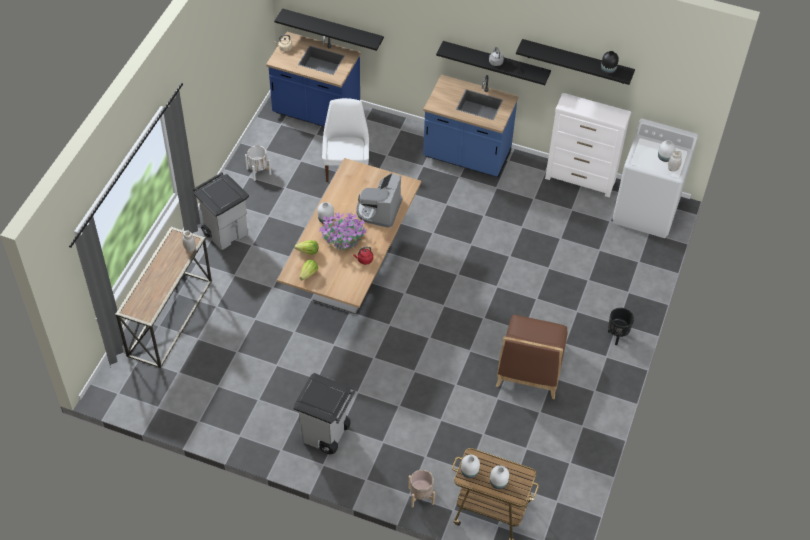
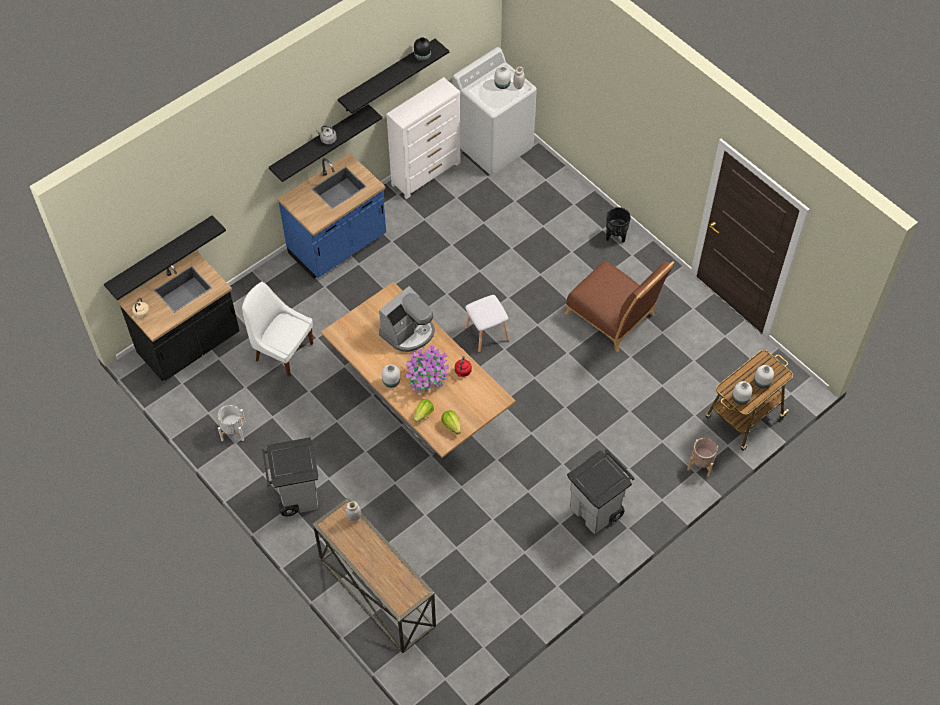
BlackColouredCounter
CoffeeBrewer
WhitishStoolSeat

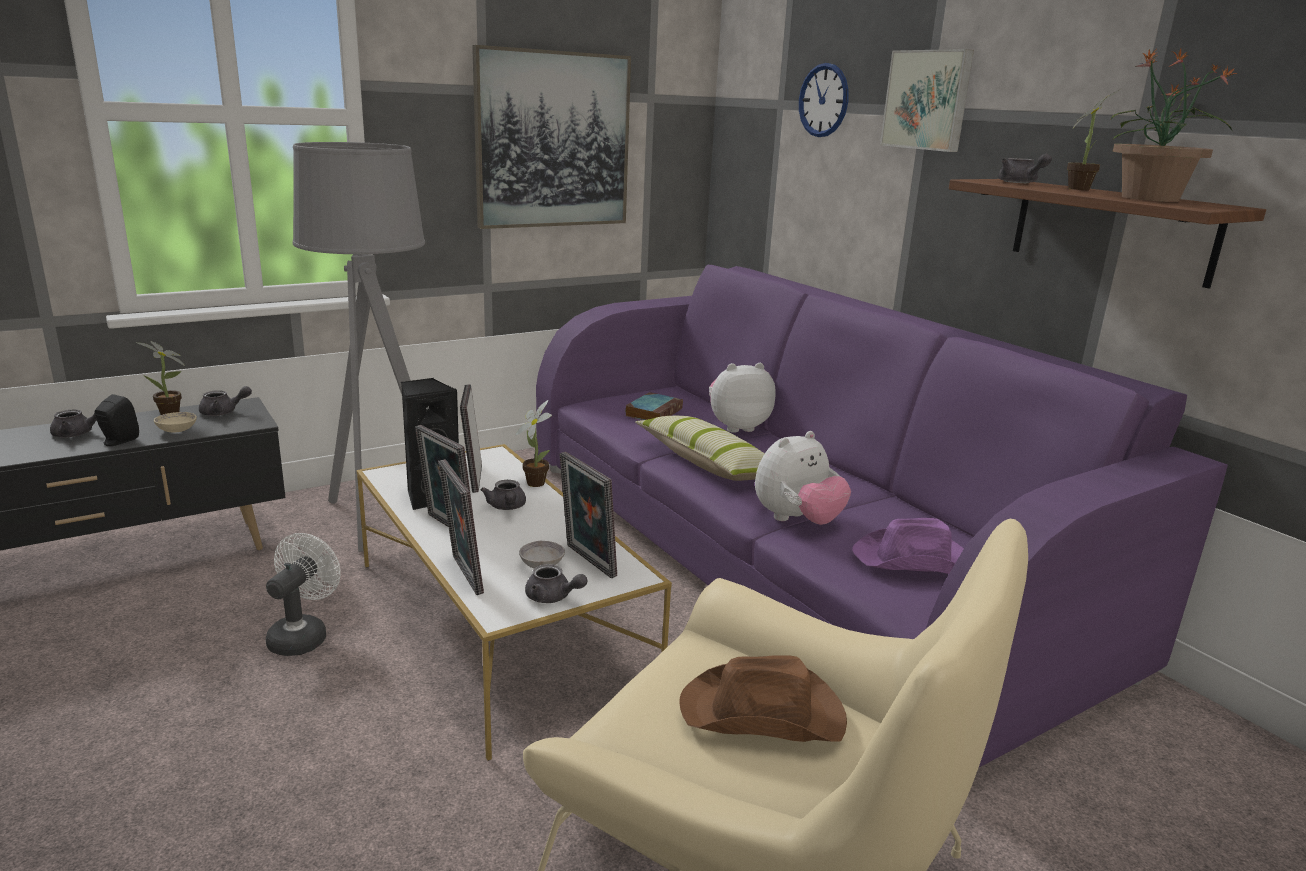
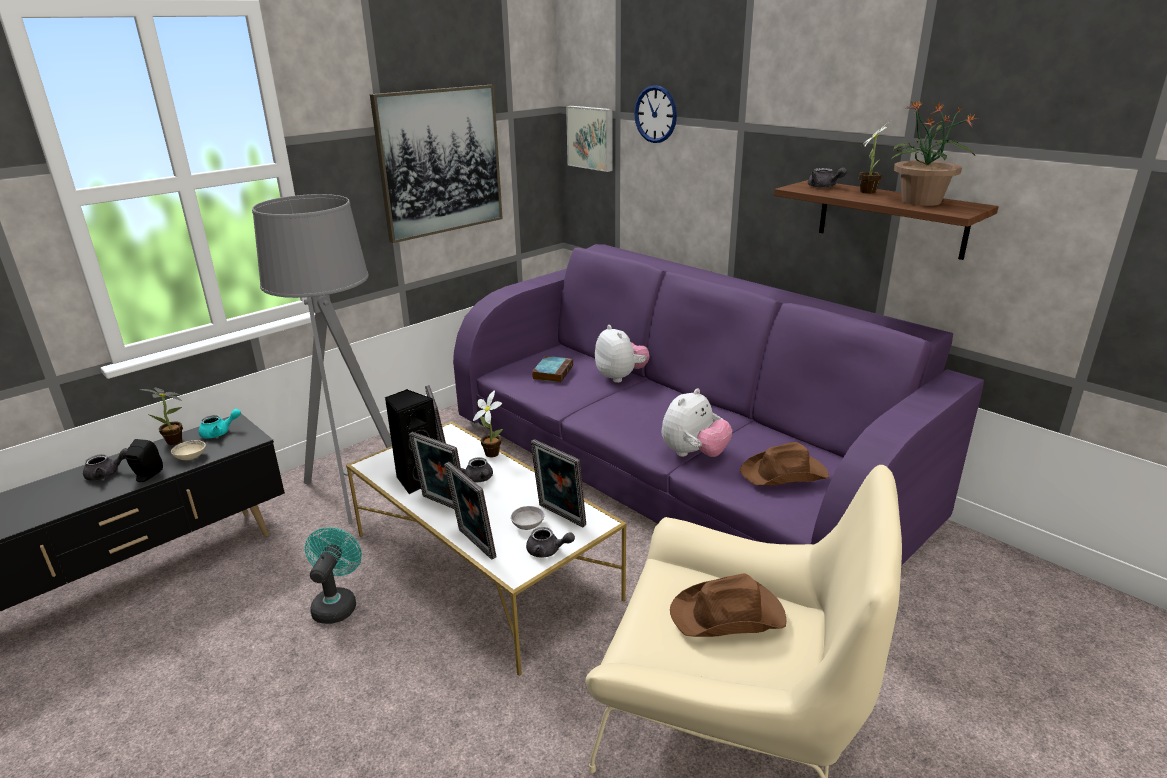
WallPicture (no. 2 from left)
PlushToy (no. 1 from left)
TurquoiseTeapot
ThrowPillow
BrownWearableHat (no. 2 from left)
TurquoiseCoolingFan

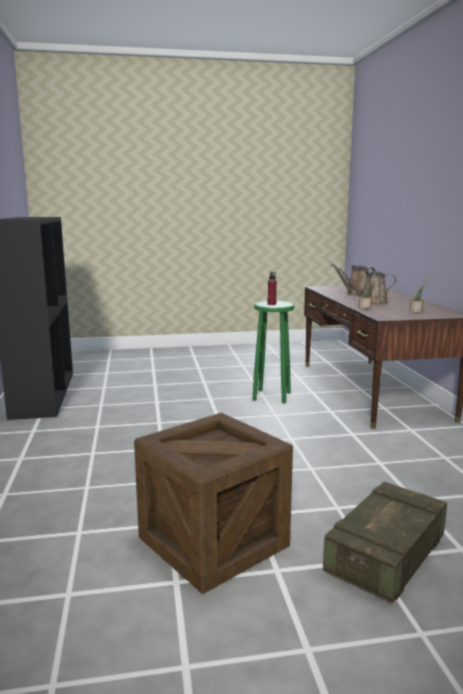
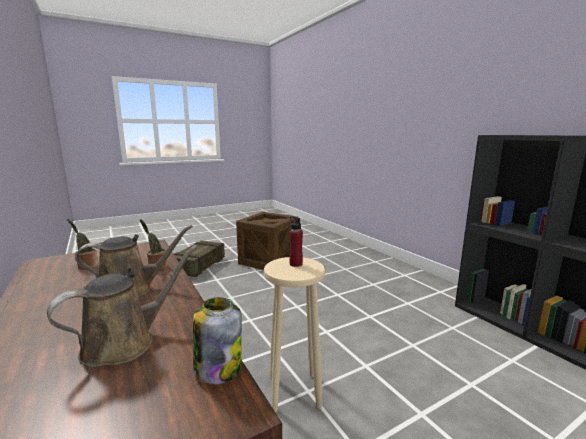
BeigeColouredStoolSeat
StorageJar

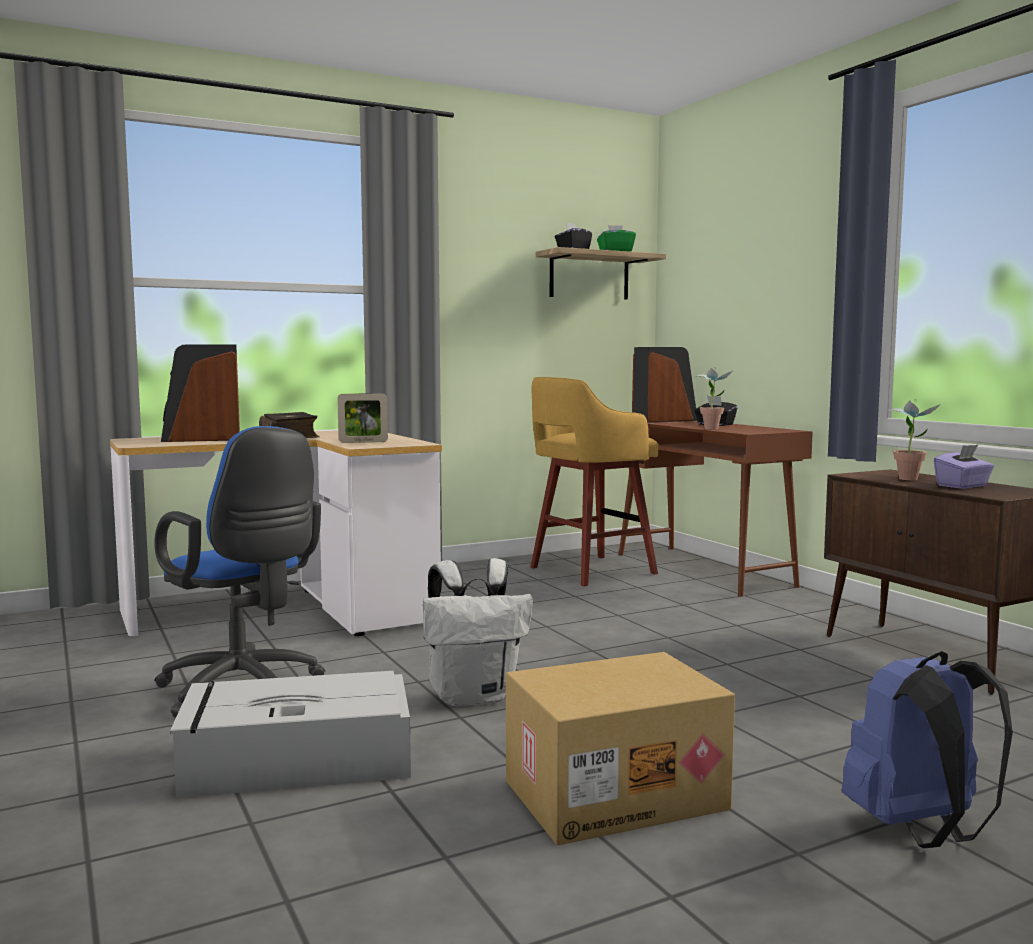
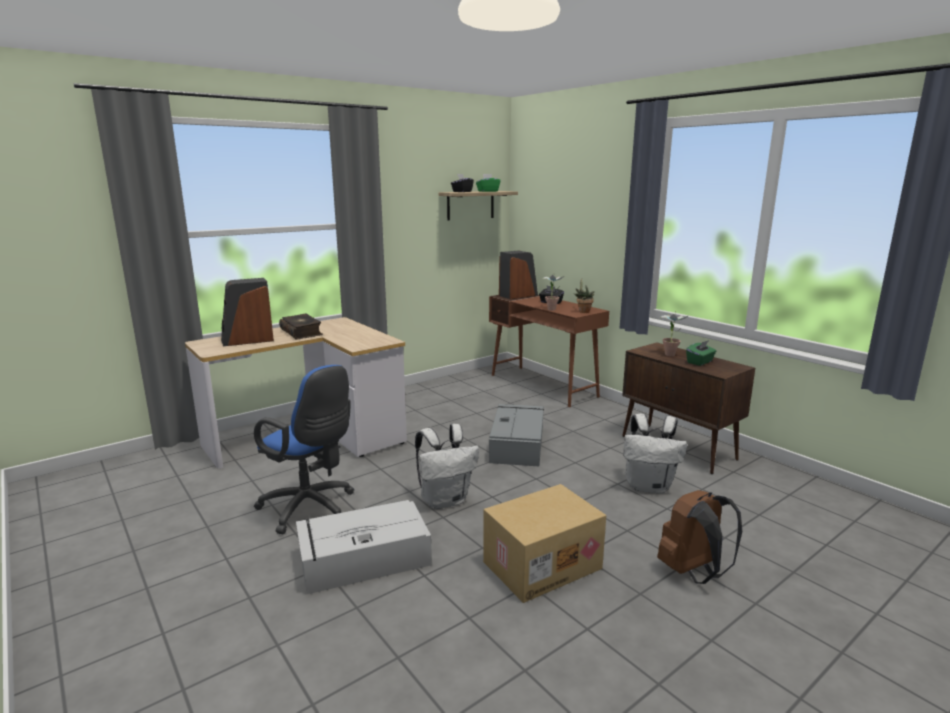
YellowColouredStoolSeat
PictureFrame
GreenColouredTissueBox (no. 2 from left)
BrownKnapsack
Houseplant (no. 2 from left)
GrayStorageContainer (no. 2 from left)
WhitishKnapsack (no. 2 from left)

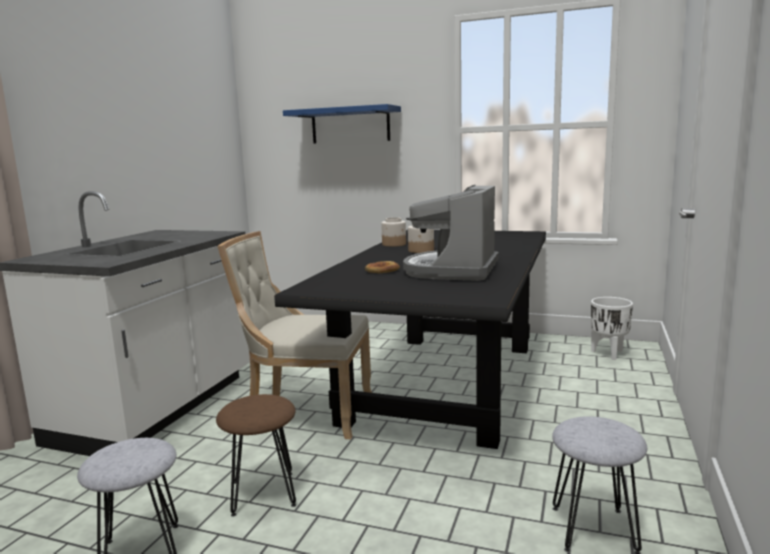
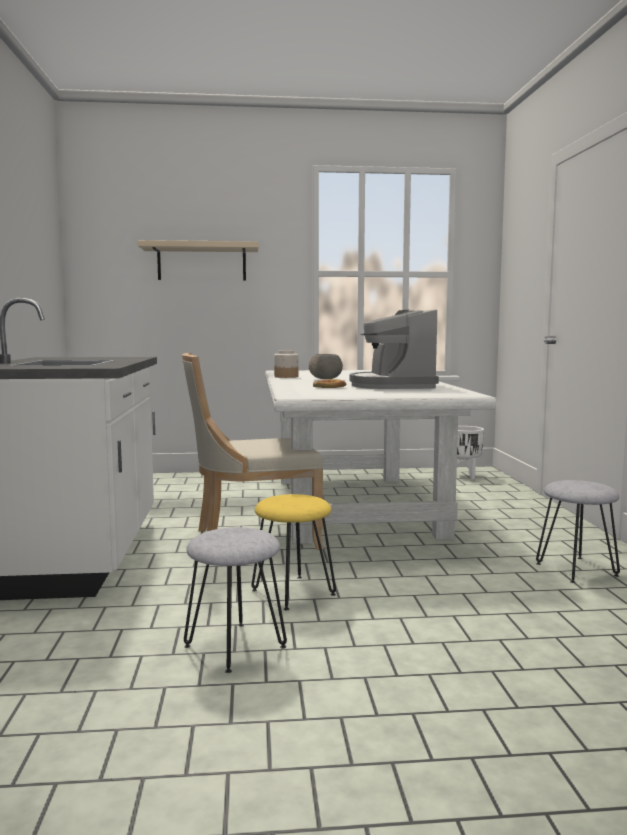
BeigeColouredWallShelf
GrayBowl
WhitishDiningTable
YellowColouredStoolSeat

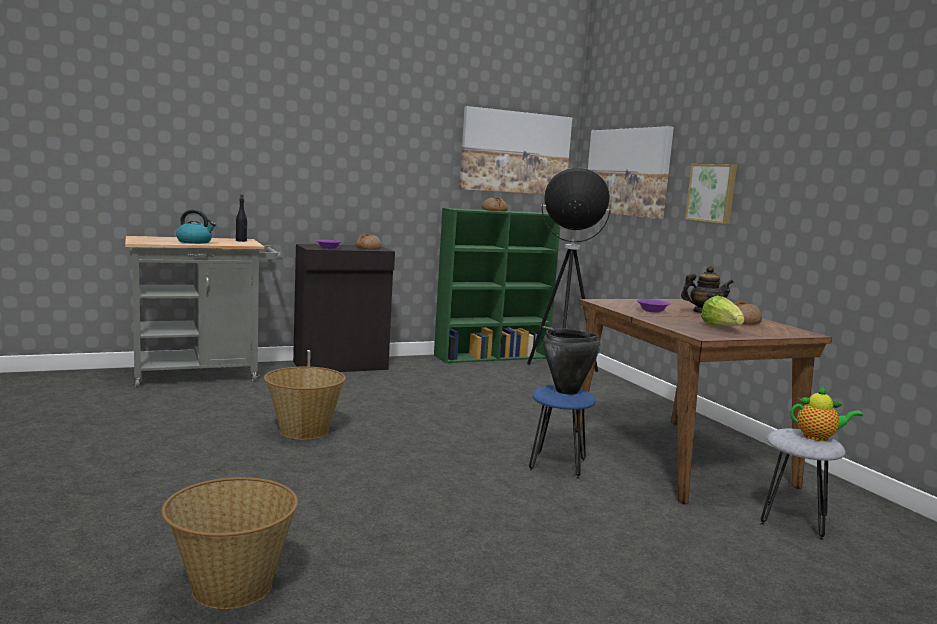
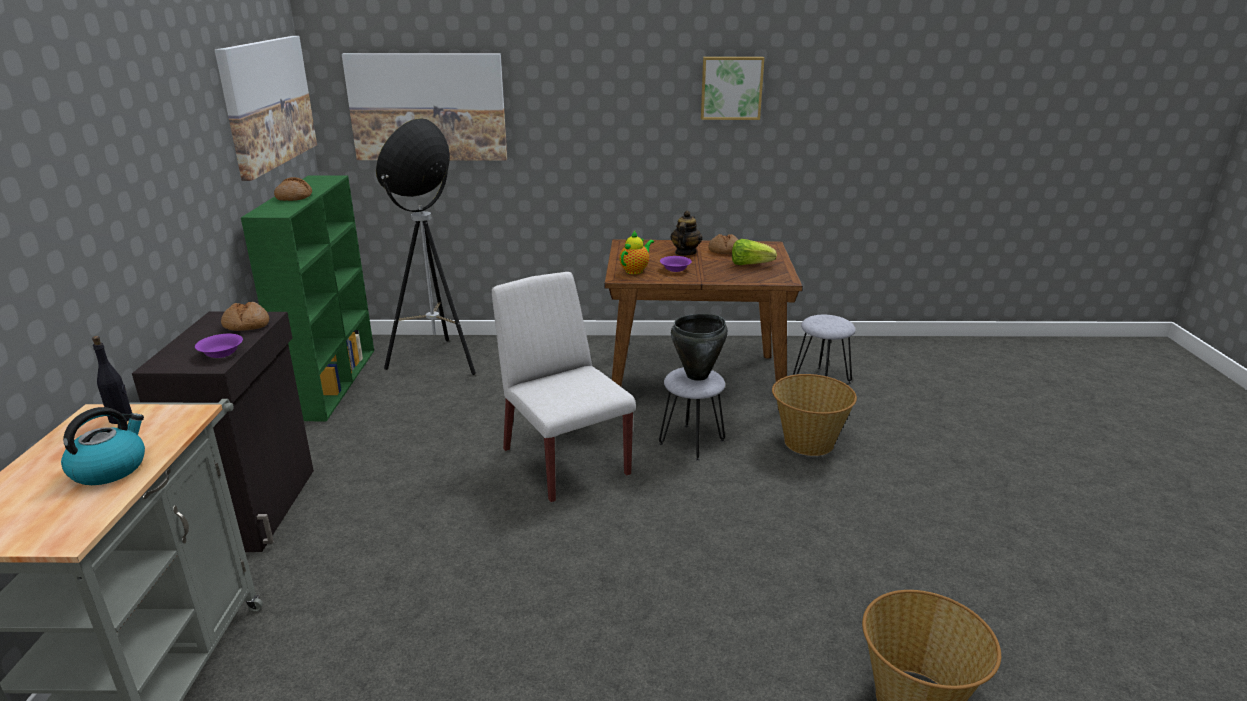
WallPicture (no. 3 from left)
Basket (no. 1 from left)
GrayStoolSeat (no. 1 from left)
Teapot (no. 1 from left)
WhitishPlainChair

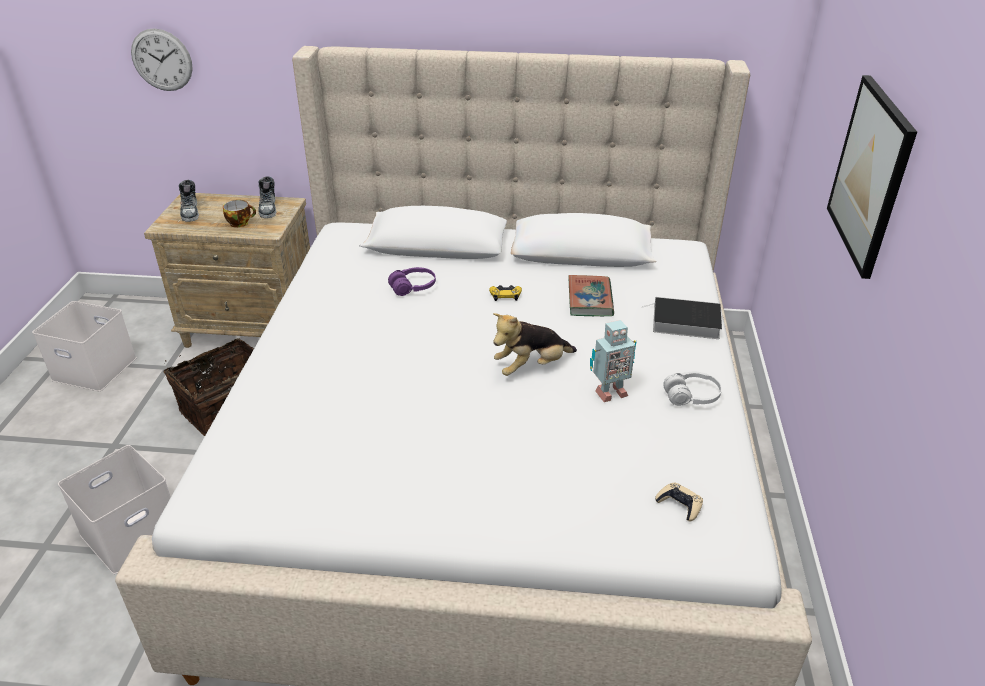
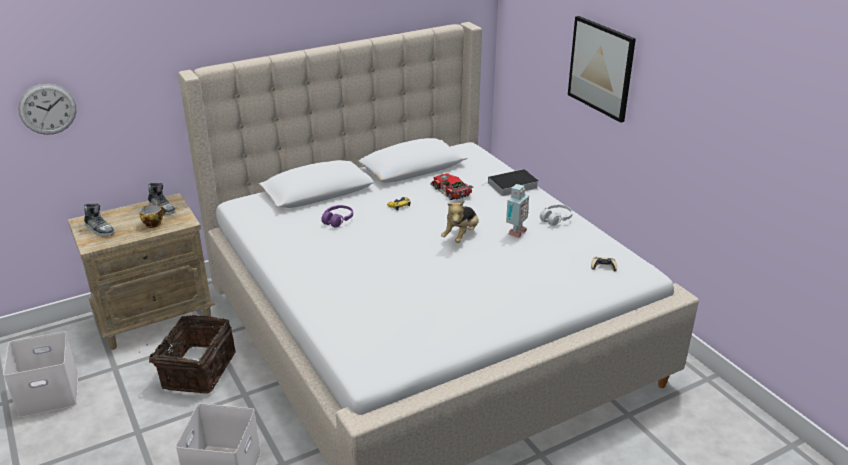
MiniatureCar

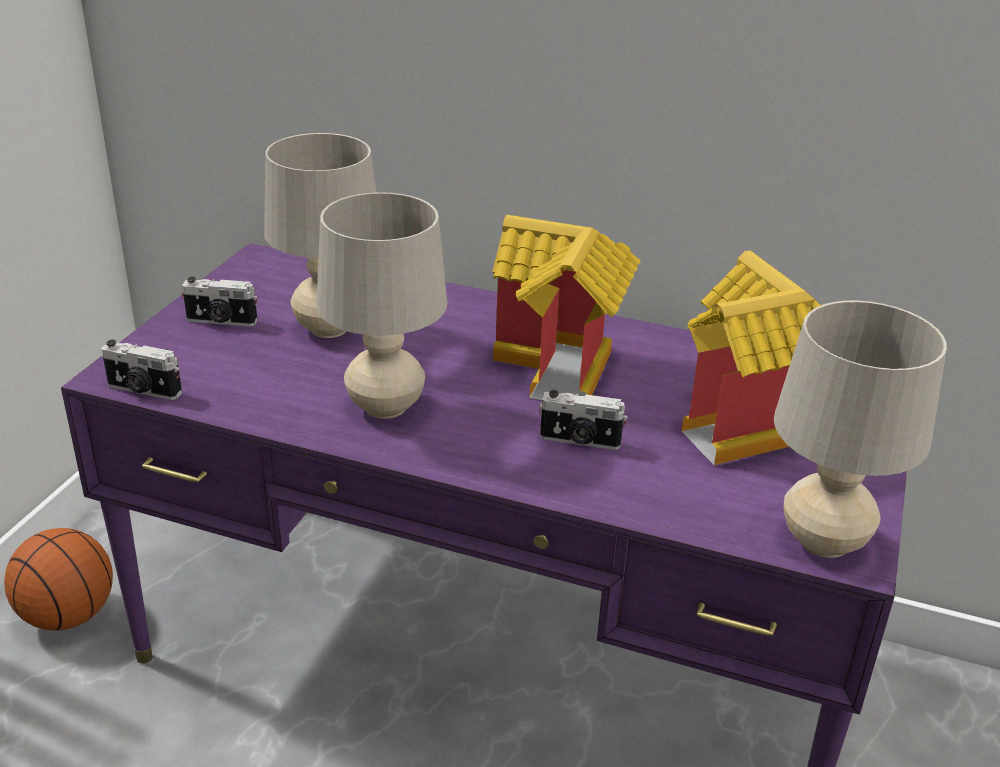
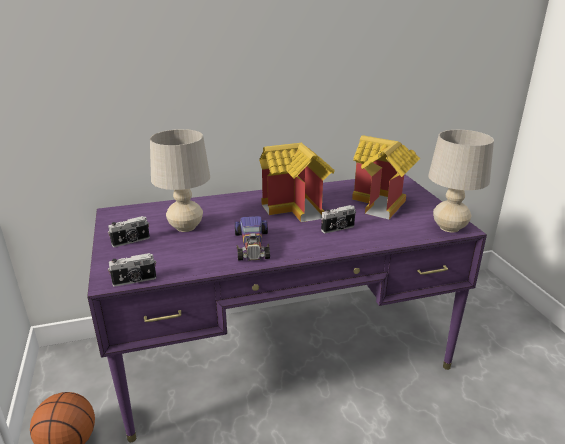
MiniatureCar

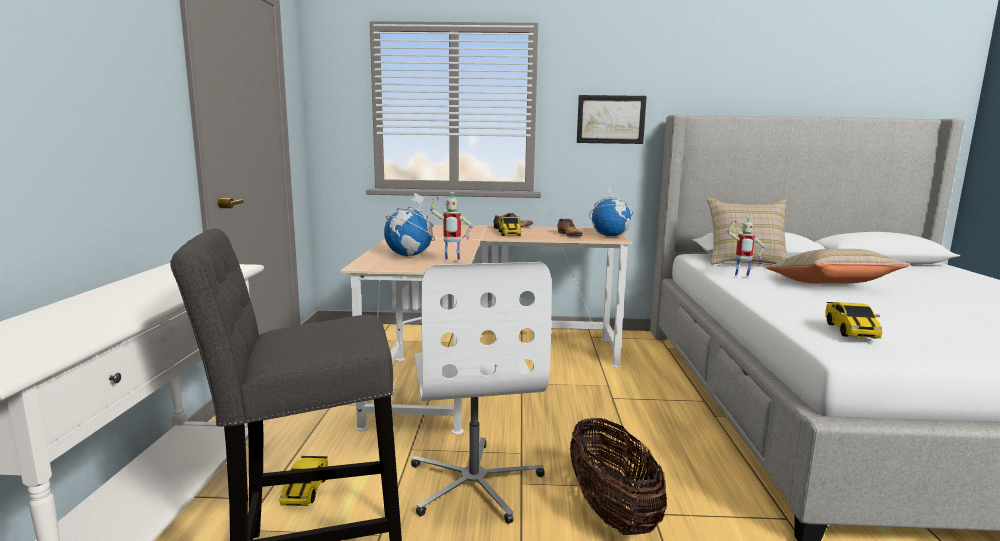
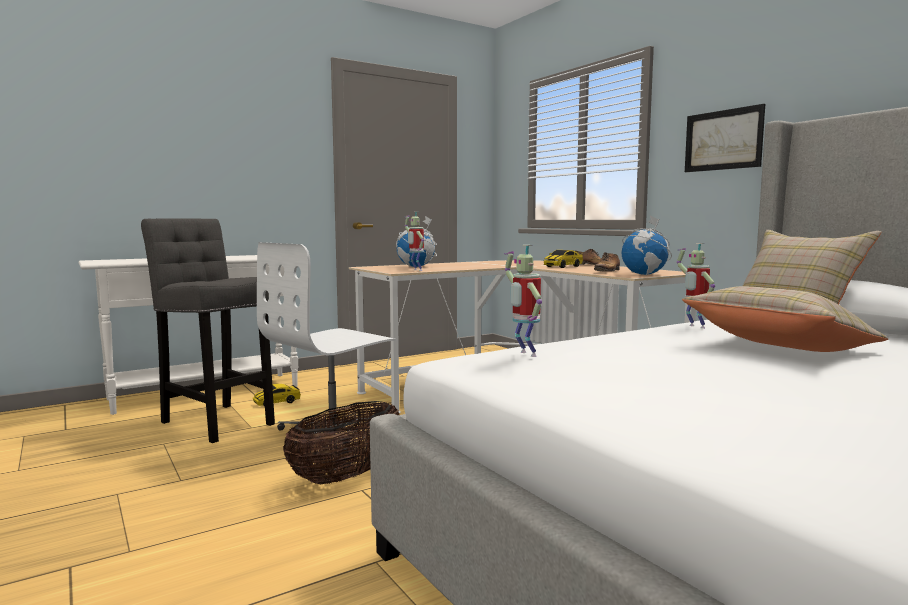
RobotFigure (no. 2 from left)

